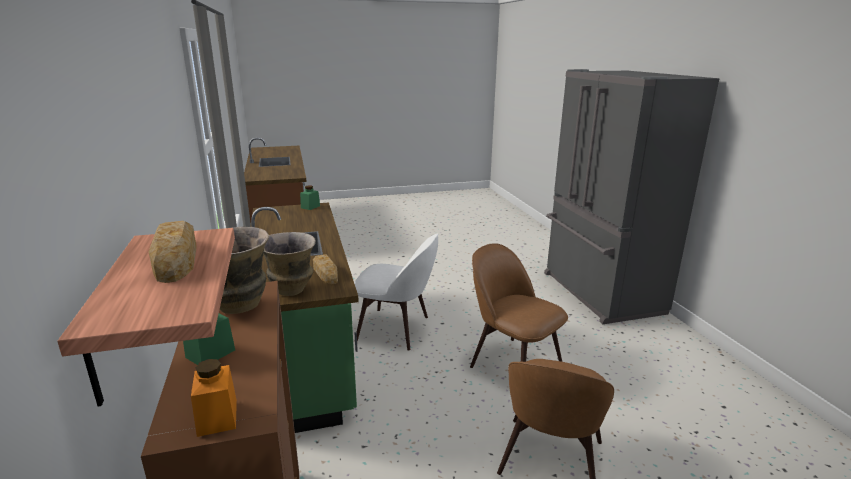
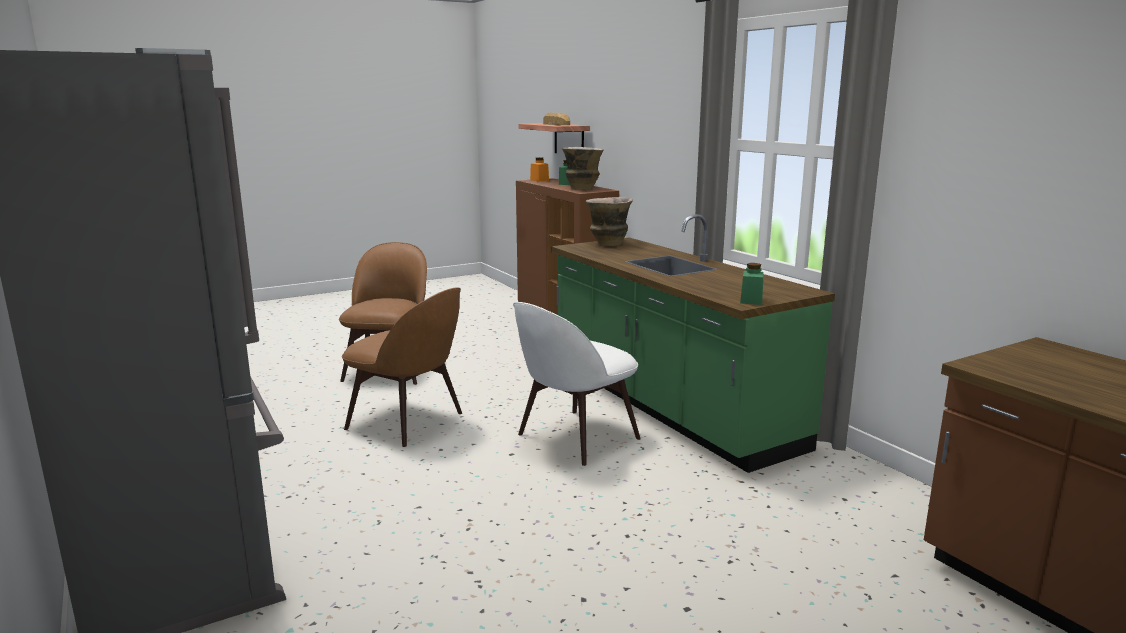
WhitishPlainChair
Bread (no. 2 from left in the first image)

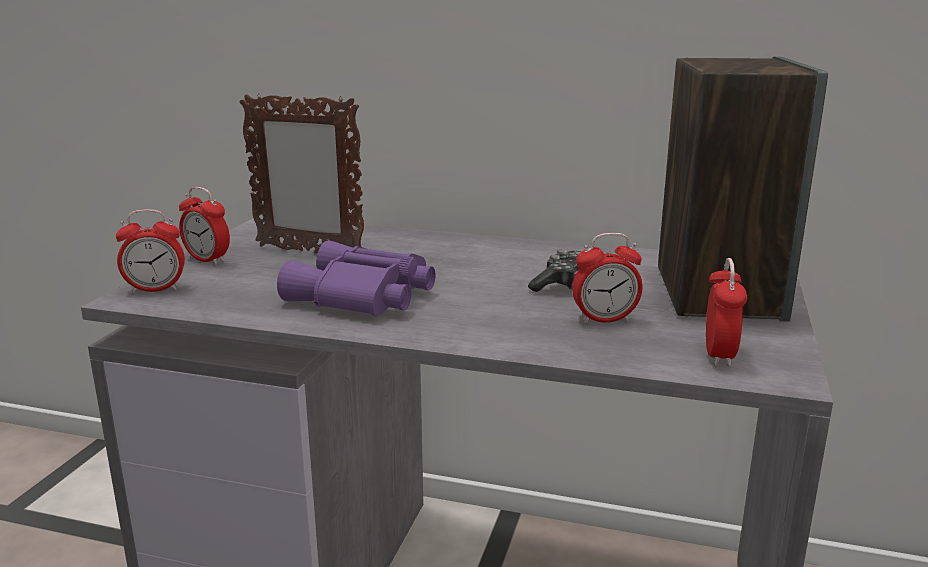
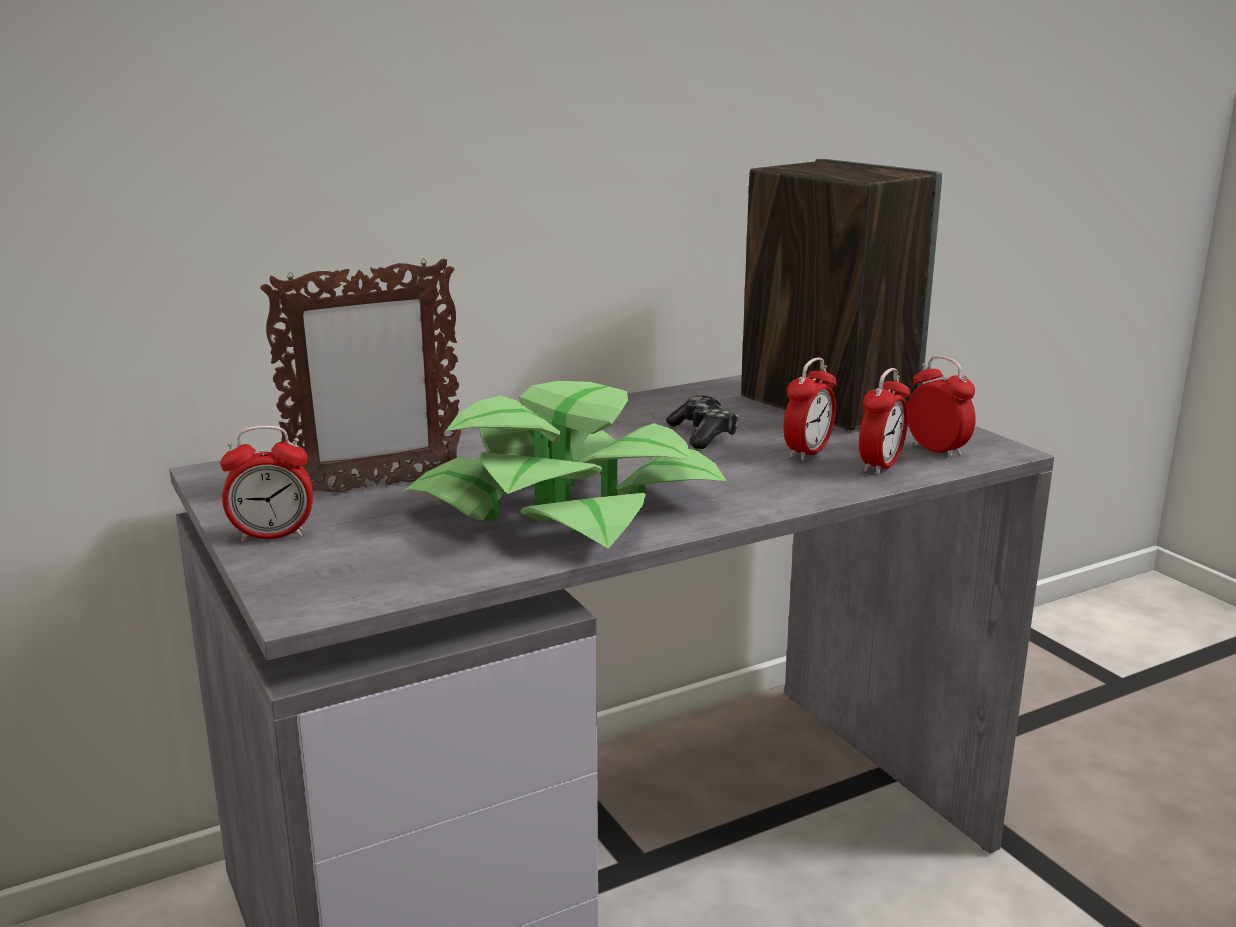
AlarmClock (no. 3 from left)
Houseplant

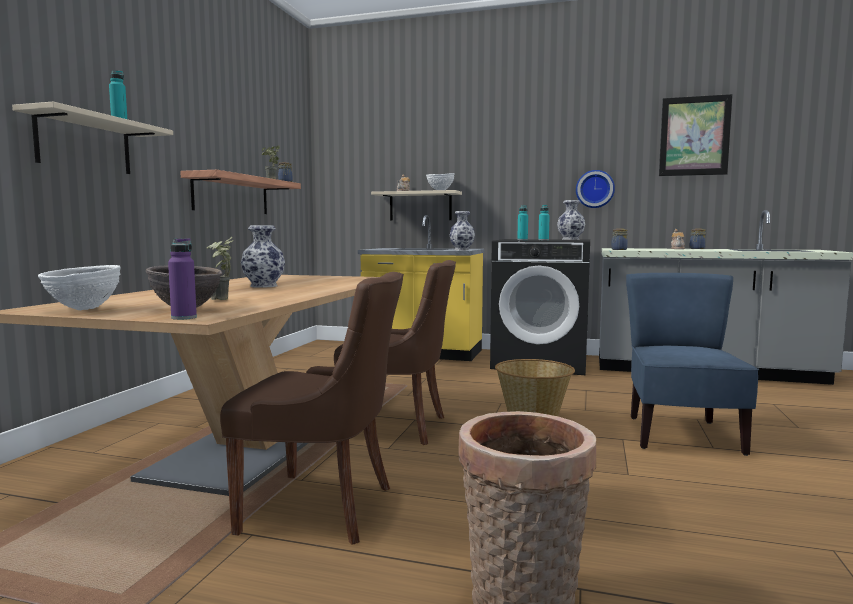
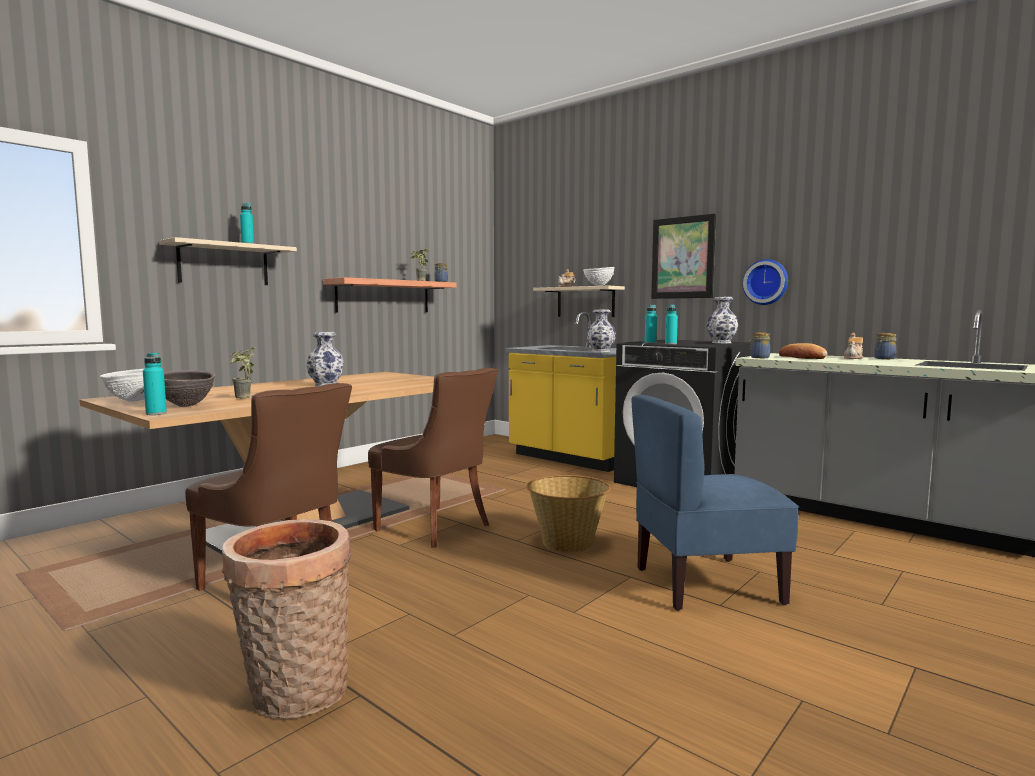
WallPicture
TurquoiseBeverageBottle (no. 1 from left)
BluePlainChair
Bread

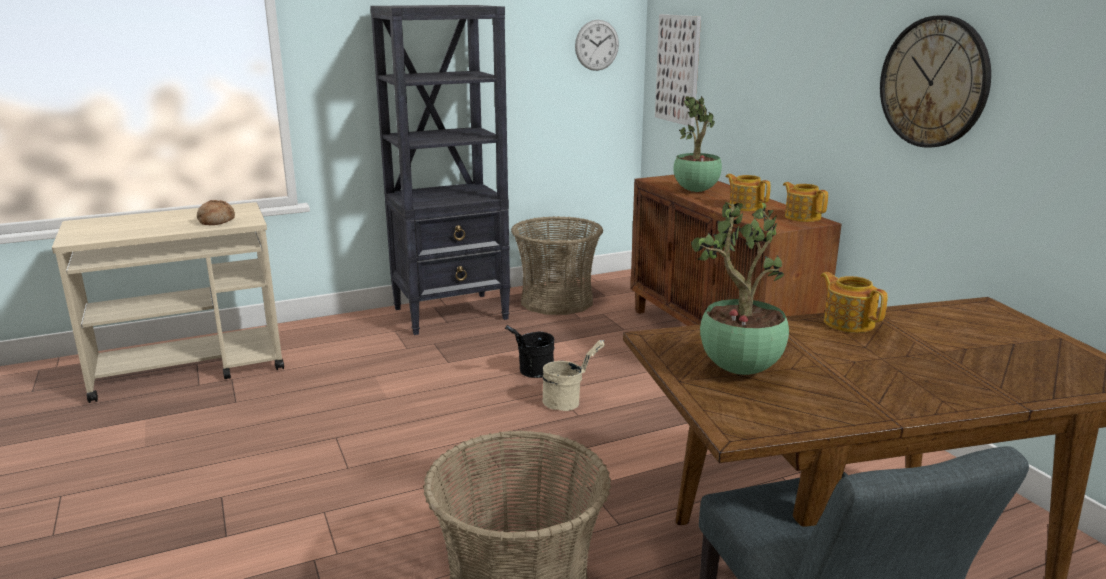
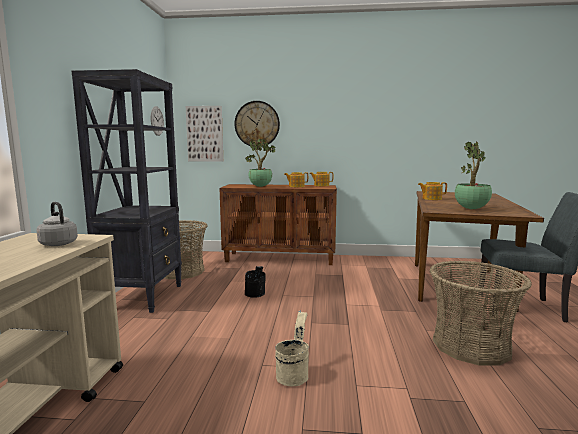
HangingClock (no. 2 from left)
GrayTeaKettle
BeigeColouredWaterBucket

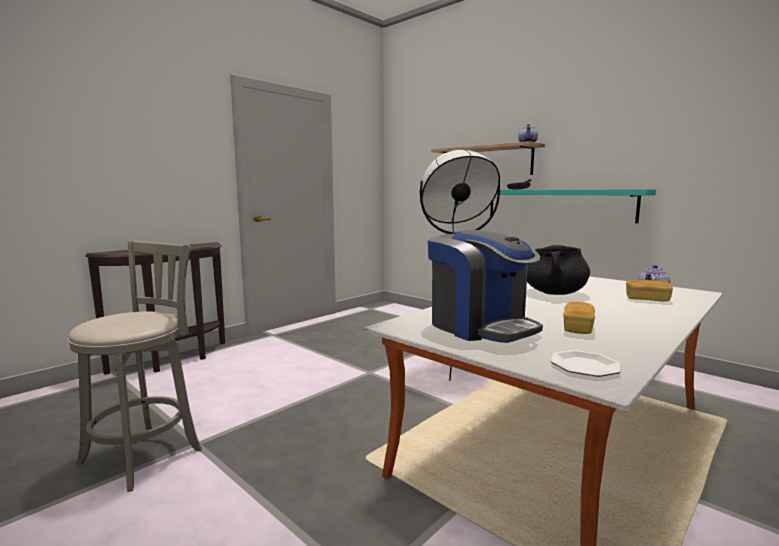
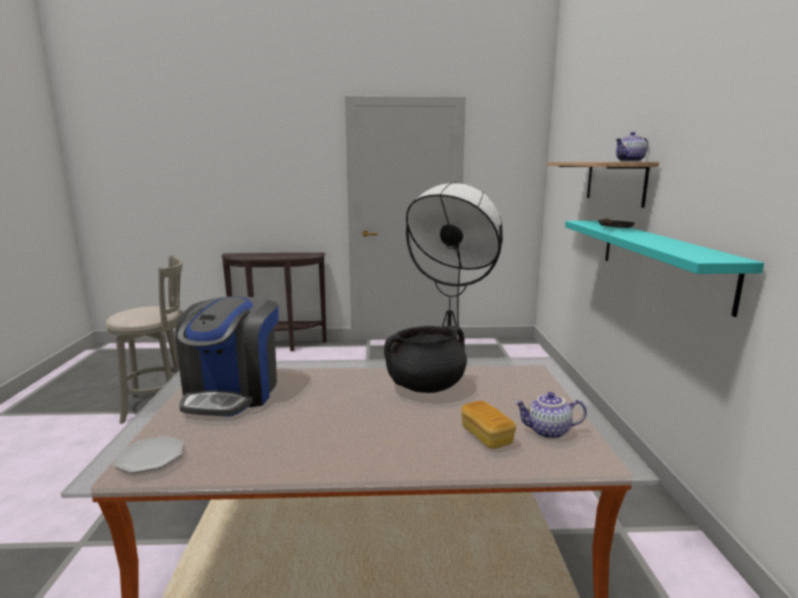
Bread (no. 1 from left in the first image)

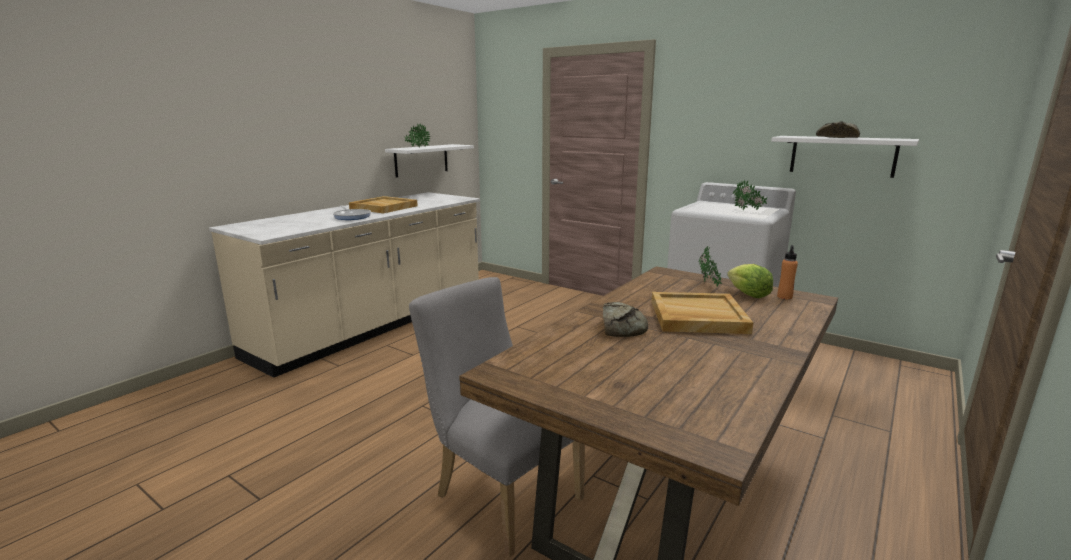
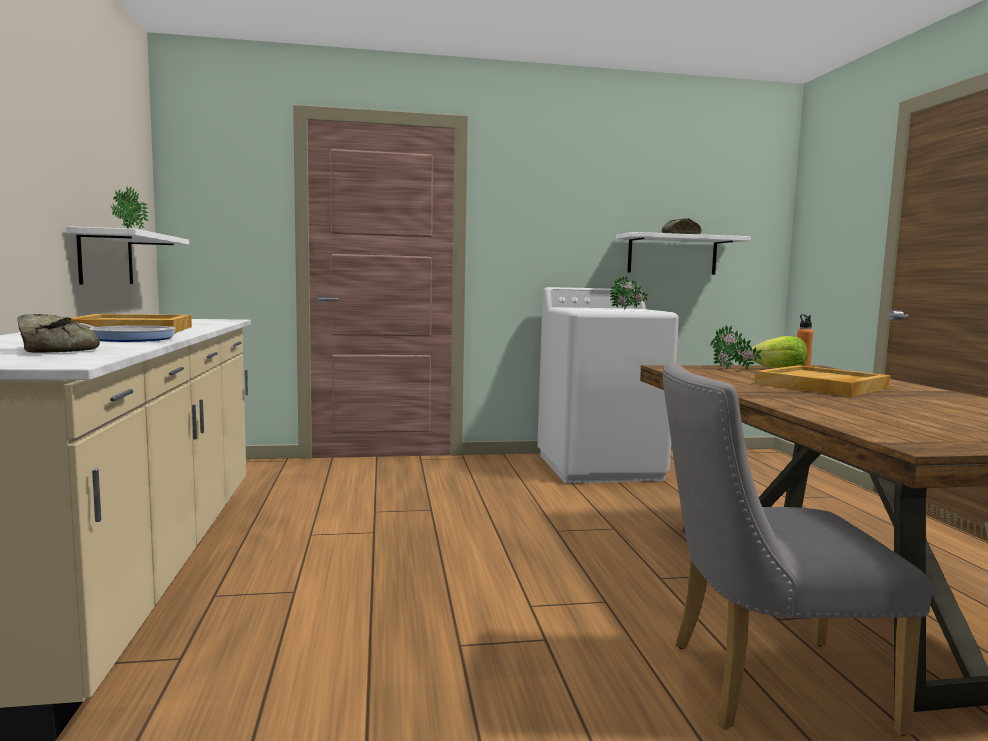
Bread (no. 1 from left)

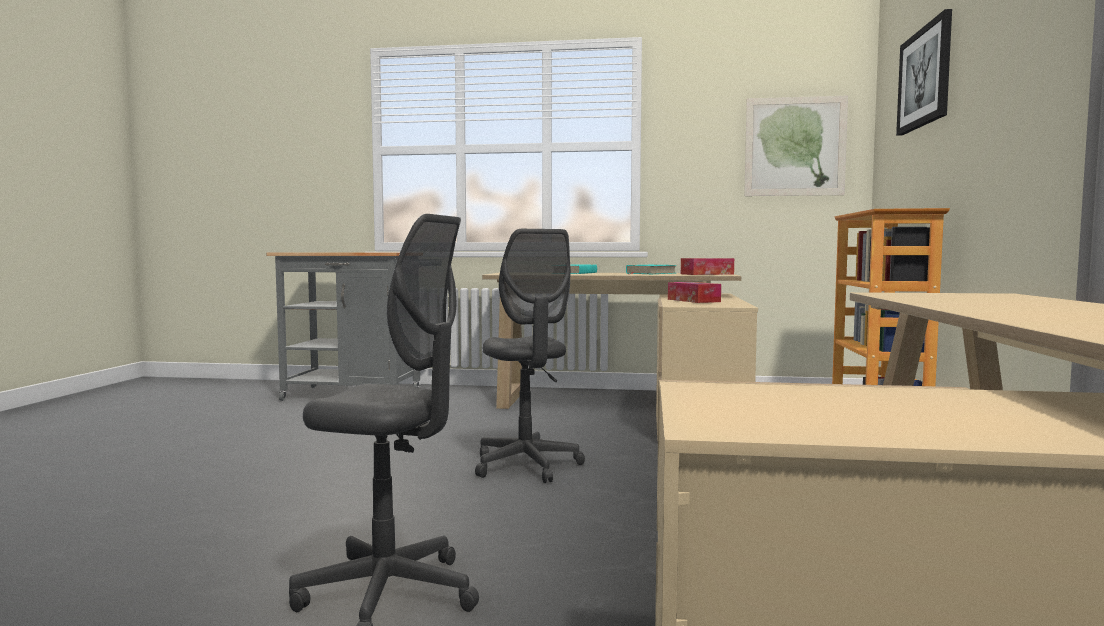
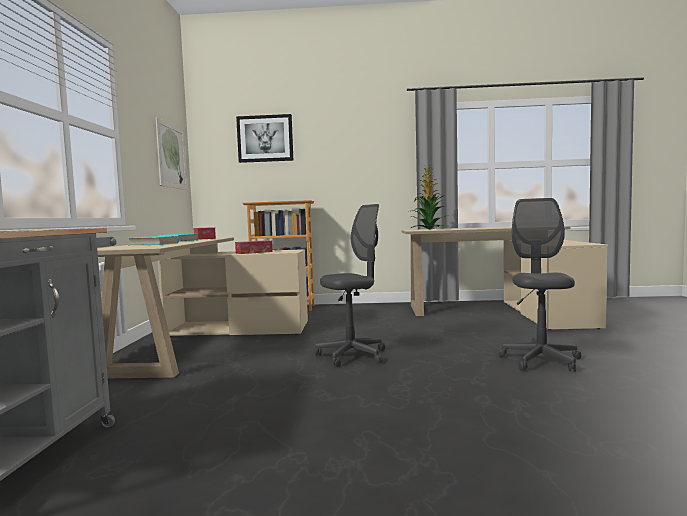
Houseplant

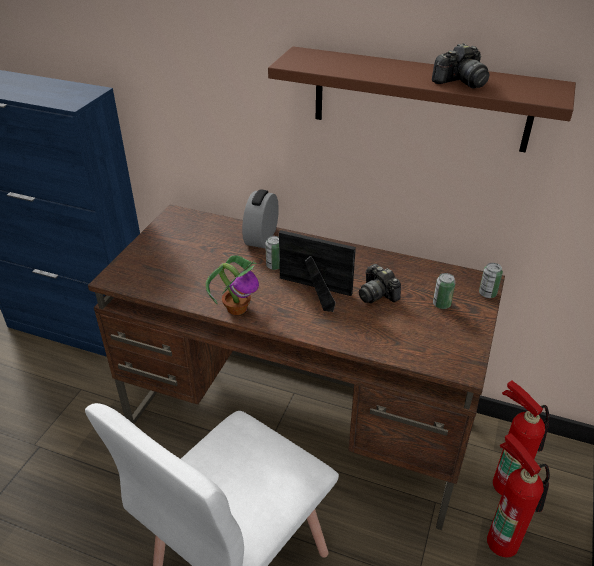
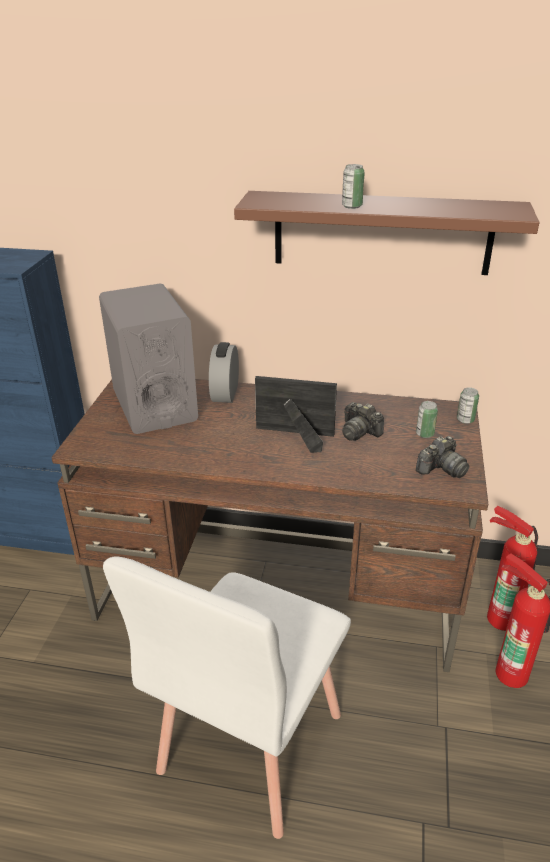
StillCamera (no. 2 from left)
SealedCan (no. 1 from left)
Houseplant
GraySpeaker

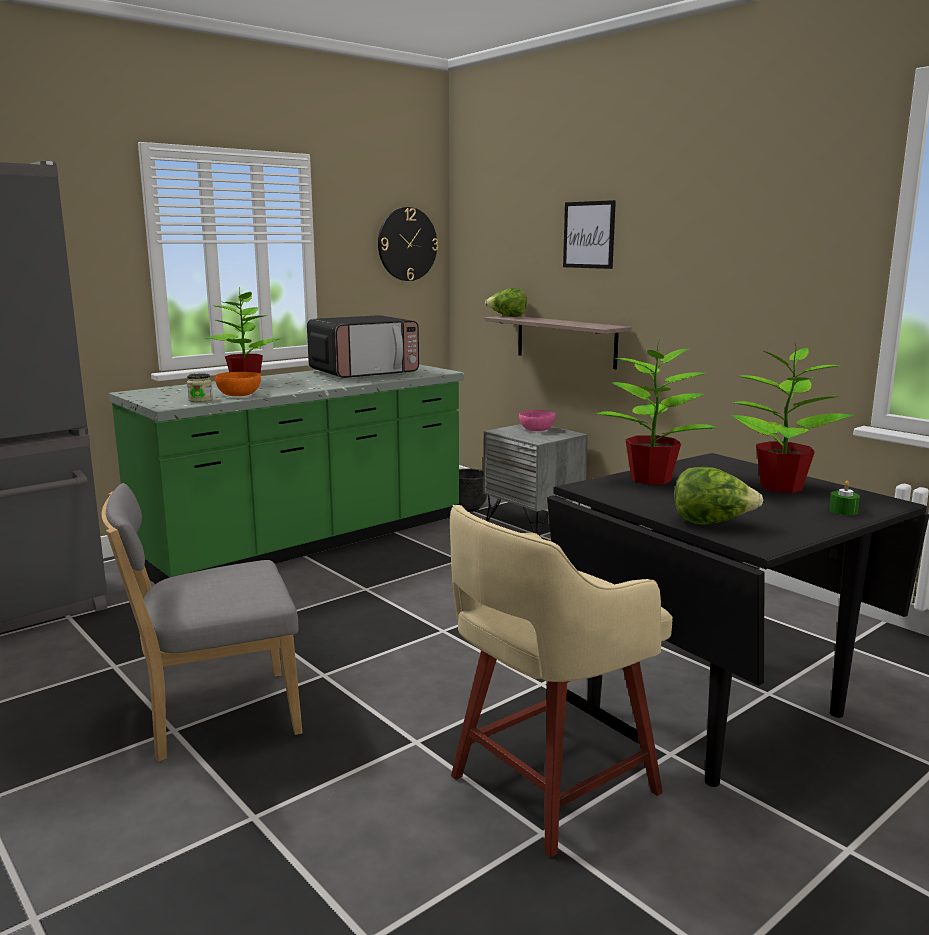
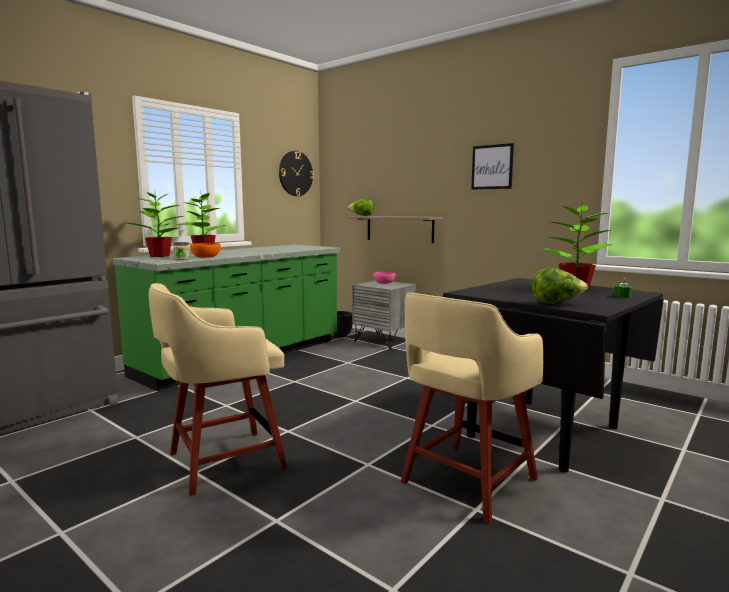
WallPicture
MicrowaveOven
Houseplant (no. 1 from left)
BeigeColouredStoolSeat (no. 1 from left)

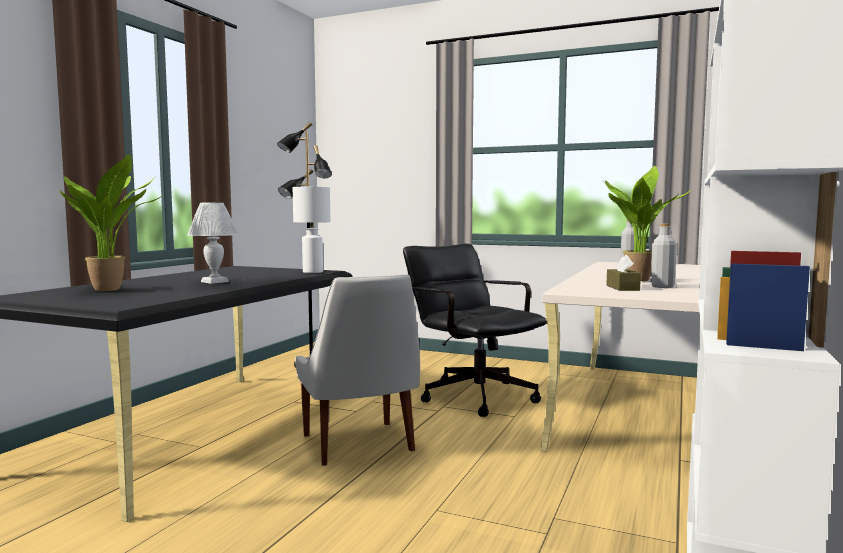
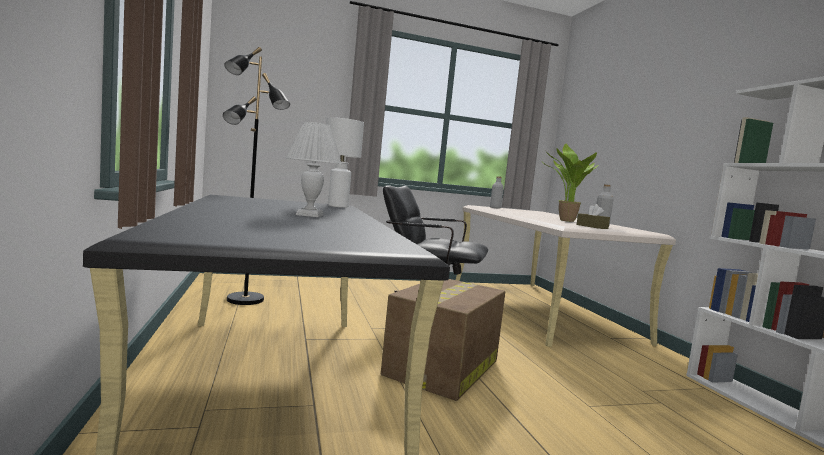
Houseplant (no. 1 from left in the first image)
Carton

